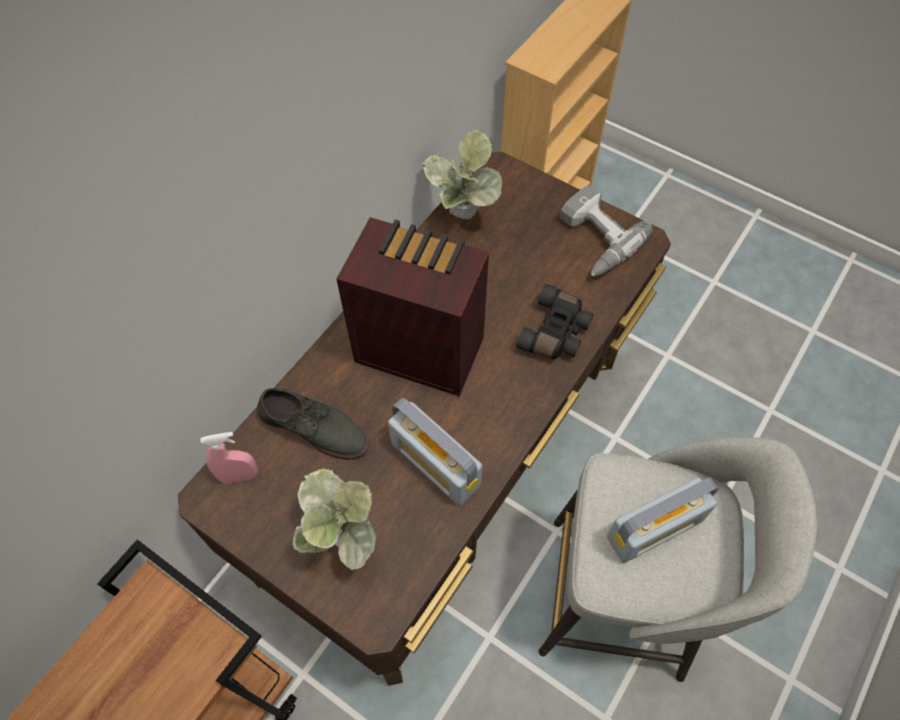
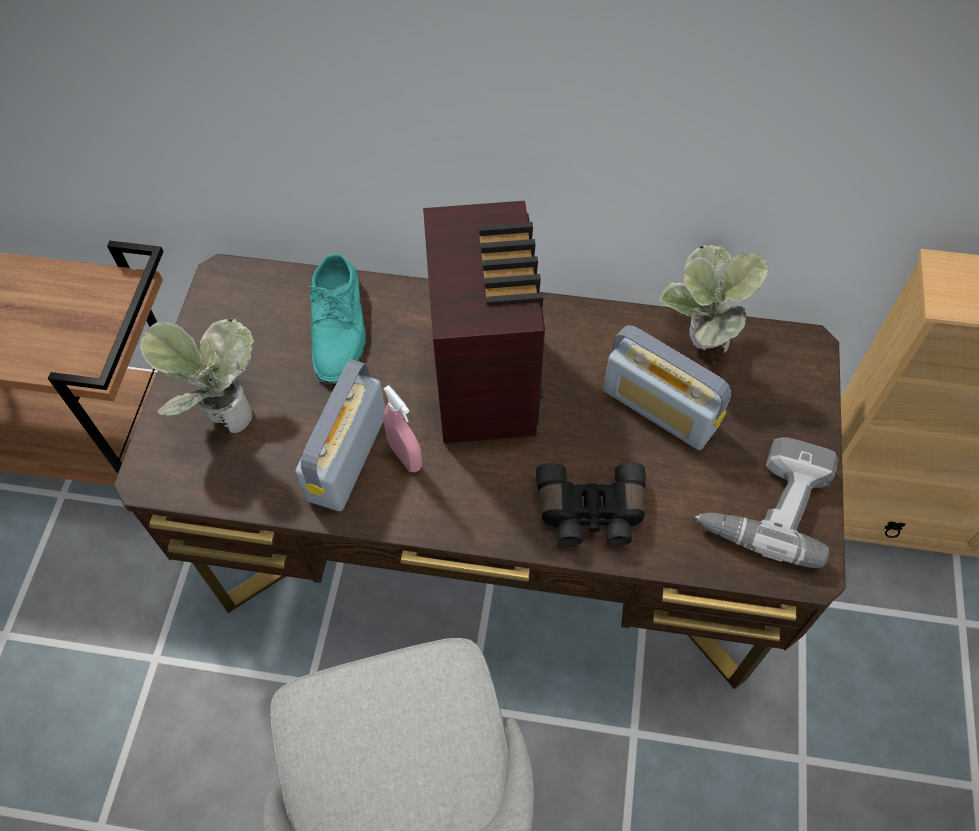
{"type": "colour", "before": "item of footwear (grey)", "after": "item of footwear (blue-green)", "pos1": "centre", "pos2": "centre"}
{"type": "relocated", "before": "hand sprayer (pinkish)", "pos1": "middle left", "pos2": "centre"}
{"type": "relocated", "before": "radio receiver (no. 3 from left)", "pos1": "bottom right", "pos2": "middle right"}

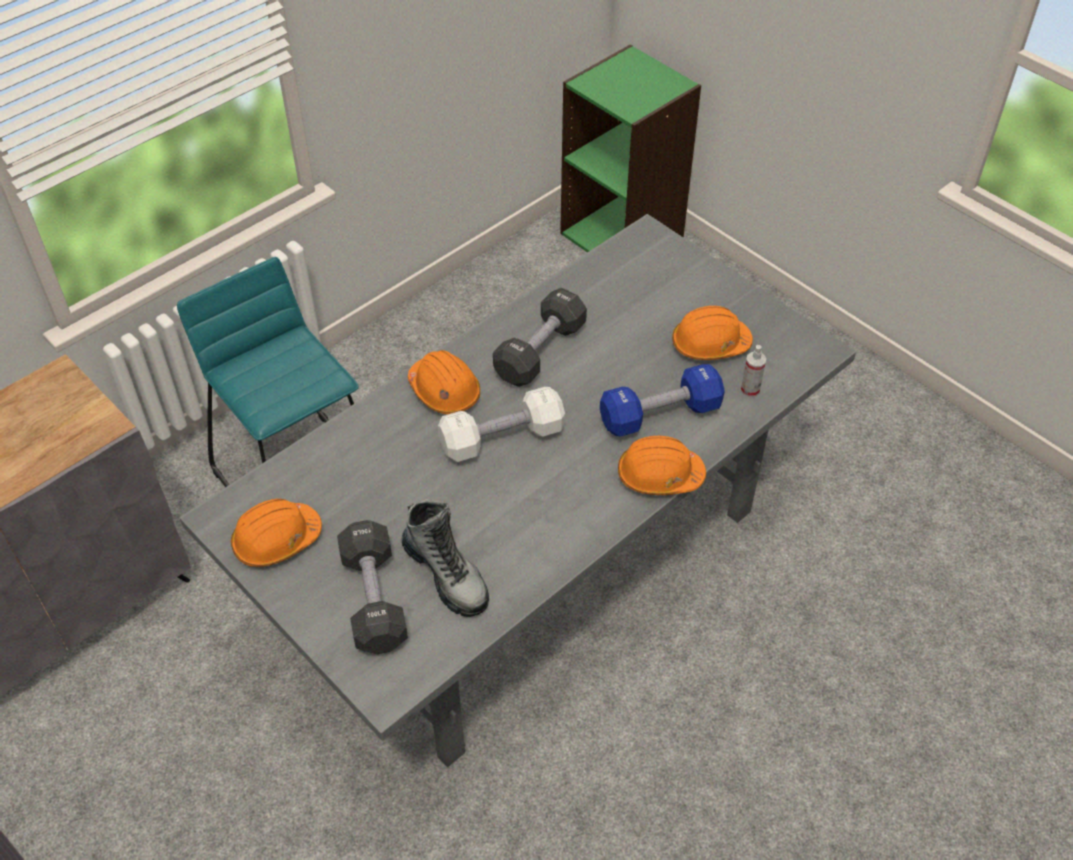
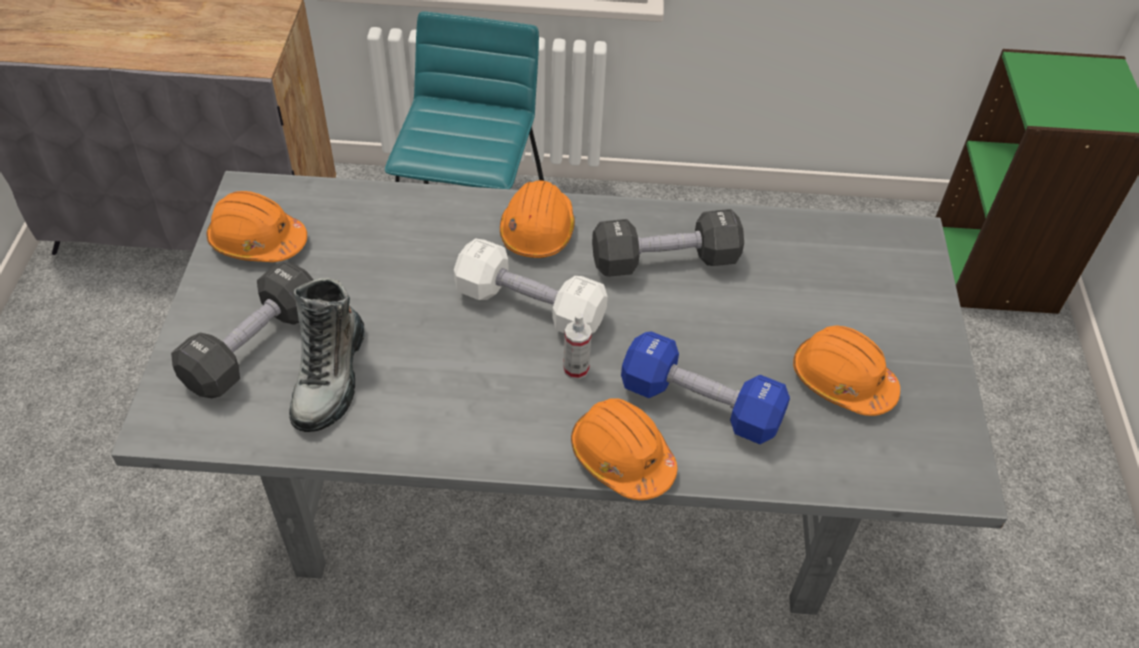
{"type": "relocated", "before": "hand sprayer", "pos1": "middle right", "pos2": "centre"}

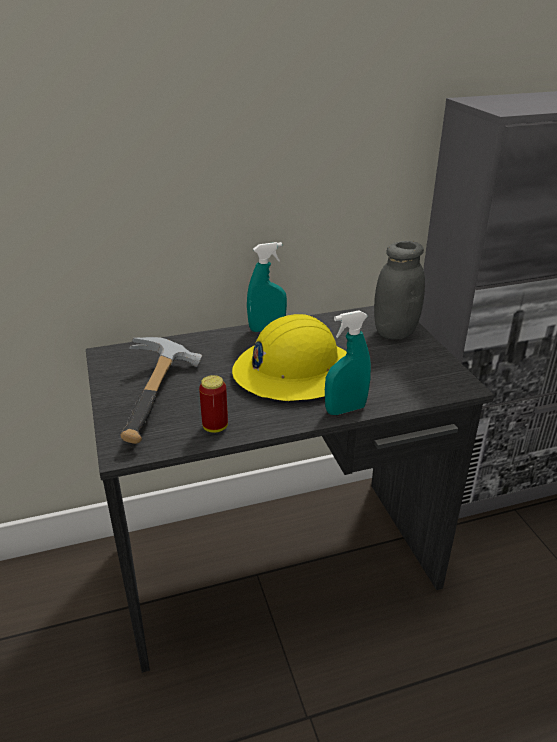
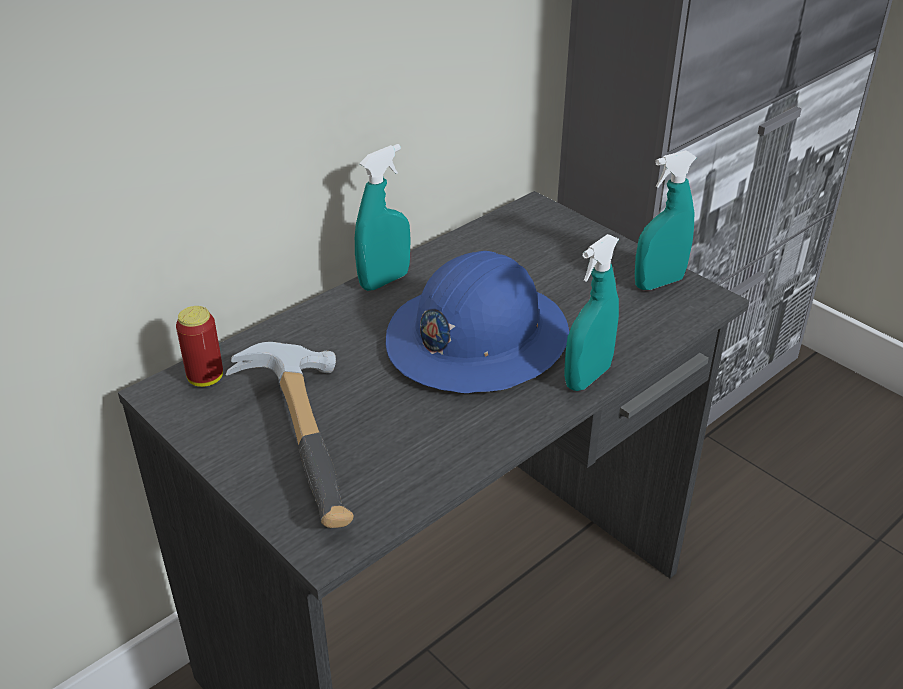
{"type": "relocated", "before": "can", "pos1": "centre", "pos2": "middle left"}
{"type": "colour", "before": "hard hat (yellow-coloured)", "after": "hard hat (bluish)", "pos1": "centre", "pos2": "centre"}
{"type": "appeared", "after": "hand sprayer (blue-green) (no. 3 from left)", "pos2": "top right"}
{"type": "missing", "before": "preserve jar (grey)", "pos1": "middle right"}

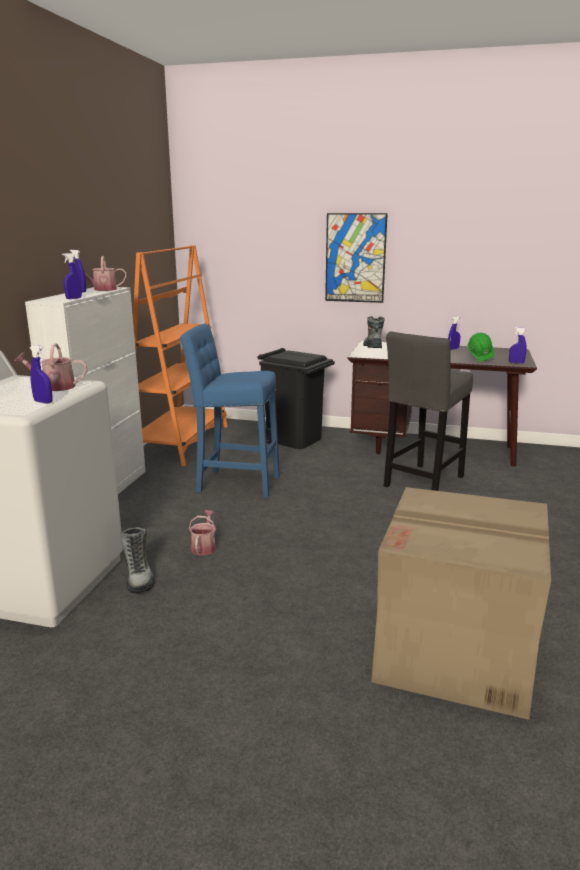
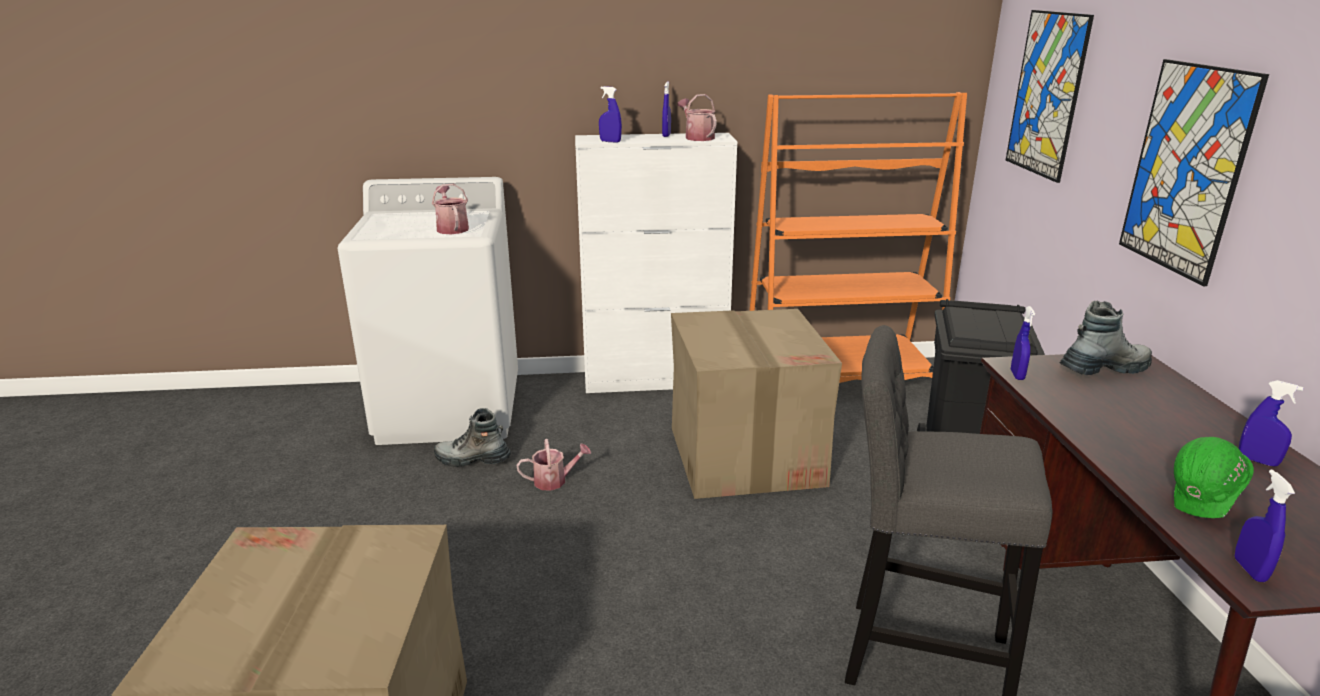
{"type": "spun", "before": "high-top boot (no. 1 from left)", "pos1": "middle left", "pos2": "centre", "turn": 45}
{"type": "exchanged", "before": "stool (bluish)", "after": "cardboard box (no. 2 from left)", "pos1": "centre", "pos2": "centre"}
{"type": "appeared", "after": "picture (no. 1 from left)", "pos2": "top right"}
{"type": "relocated", "before": "hand sprayer (bluish) (no. 1 from left in the first image)", "after": "hand sprayer (bluish) (no. 3 from left)", "pos1": "middle left", "pos2": "middle right"}

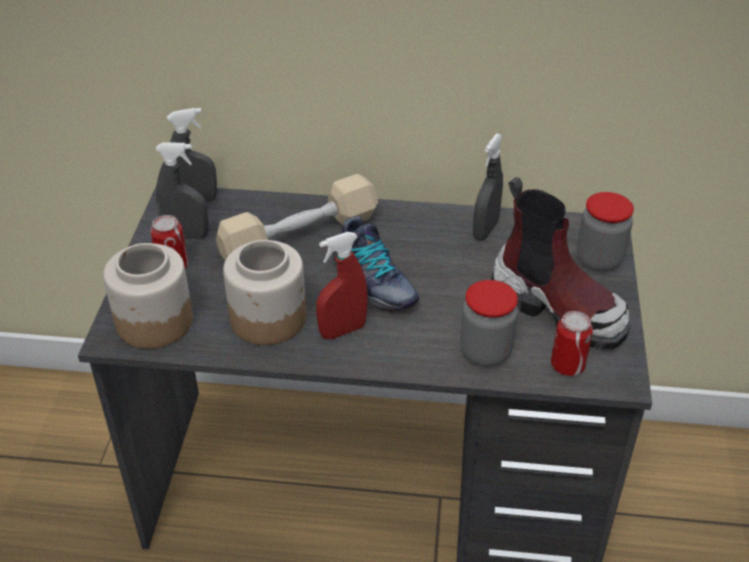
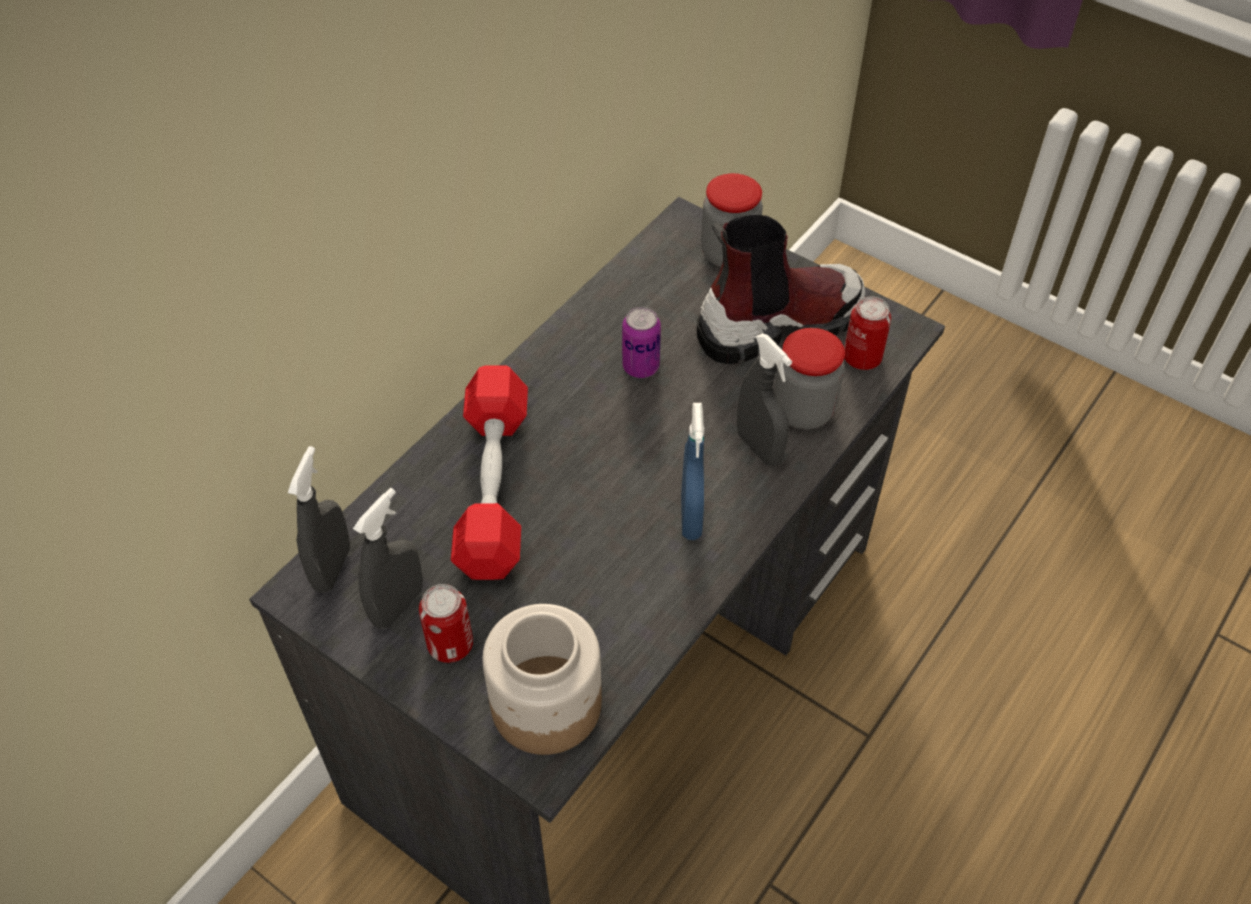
{"type": "colour", "before": "dumbbell (beige-coloured)", "after": "dumbbell (red-coloured)", "pos1": "centre", "pos2": "centre"}
{"type": "appeared", "after": "can (no. 2 from left)", "pos2": "centre"}
{"type": "colour", "before": "hand sprayer (red-coloured)", "after": "hand sprayer (bluish)", "pos1": "centre", "pos2": "centre"}
{"type": "relocated", "before": "hand sprayer (grey) (no. 3 from left)", "pos1": "top centre", "pos2": "centre"}
{"type": "missing", "before": "preserve jar (no. 2 from left)", "pos1": "centre"}
{"type": "missing", "before": "item of footwear", "pos1": "centre"}

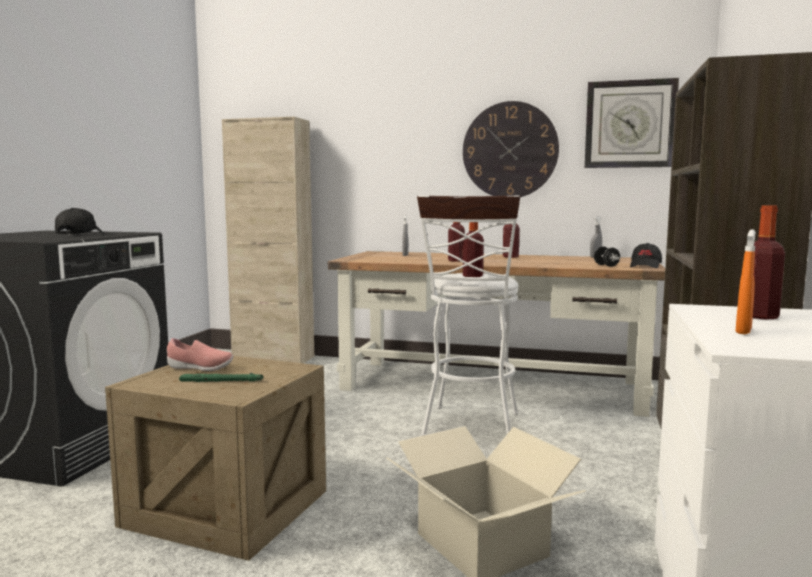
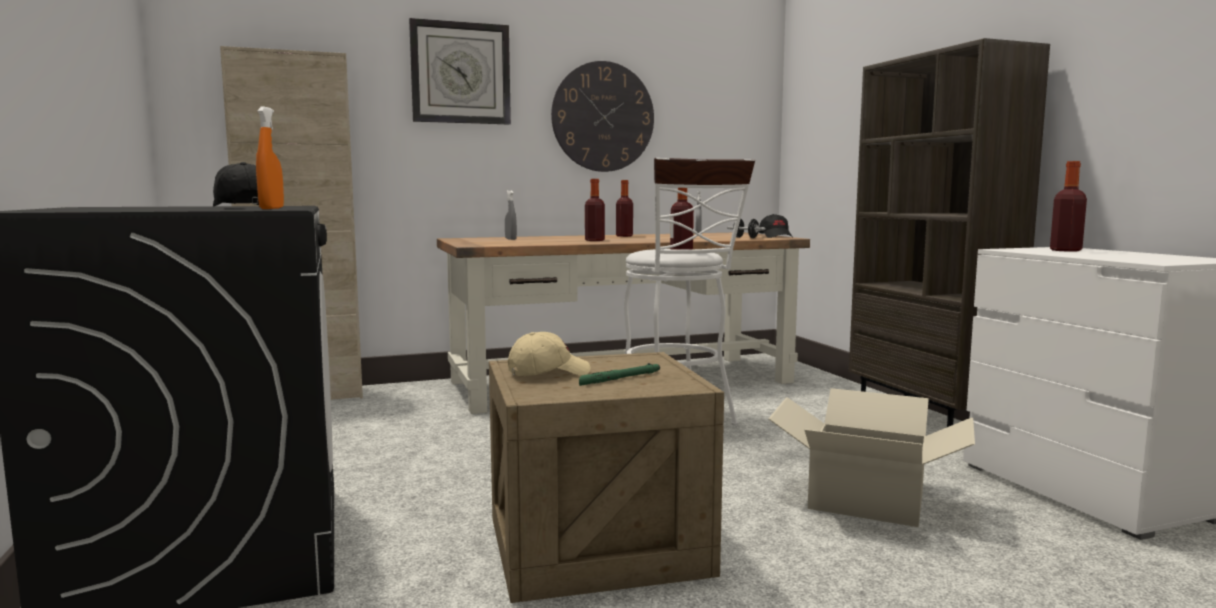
{"type": "relocated", "before": "hand sprayer (orangey)", "pos1": "middle right", "pos2": "top left"}
{"type": "relocated", "before": "clock on the wall (no. 2 from left in the first image)", "after": "clock on the wall (no. 1 from left)", "pos1": "top right", "pos2": "top centre"}
{"type": "exchanged", "before": "item of footwear (pinkish)", "after": "peaked cap (beige-coloured)", "pos1": "middle left", "pos2": "centre"}

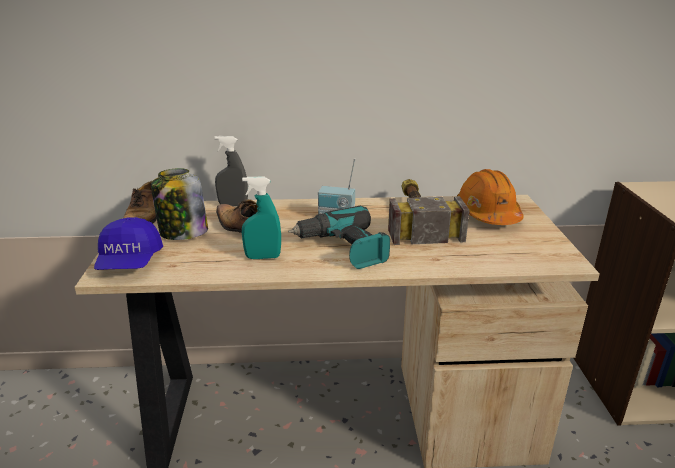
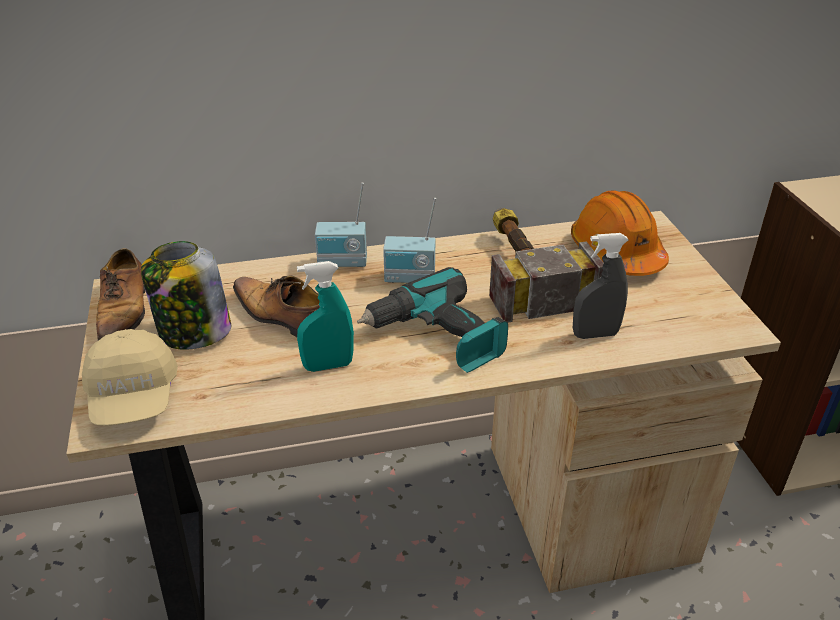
{"type": "colour", "before": "peaked cap (bluish)", "after": "peaked cap (beige-coloured)", "pos1": "middle left", "pos2": "middle left"}
{"type": "appeared", "after": "radio receiver (no. 1 from left)", "pos2": "centre"}
{"type": "relocated", "before": "hand sprayer (grey)", "pos1": "centre", "pos2": "middle right"}

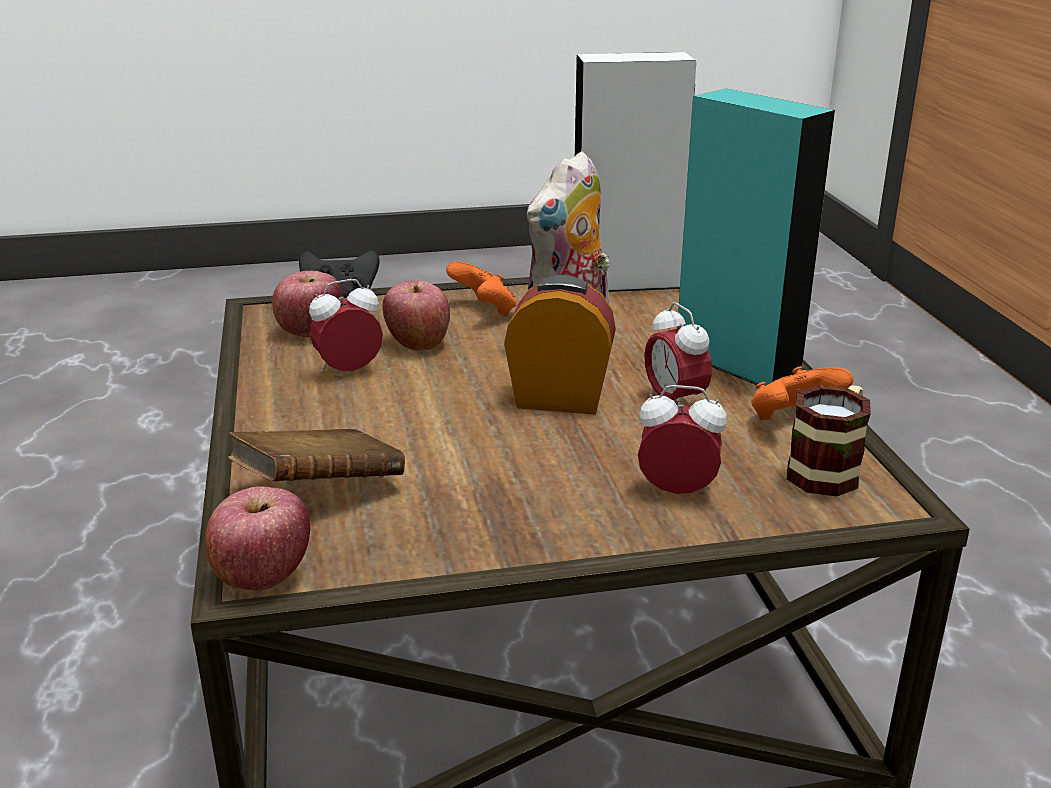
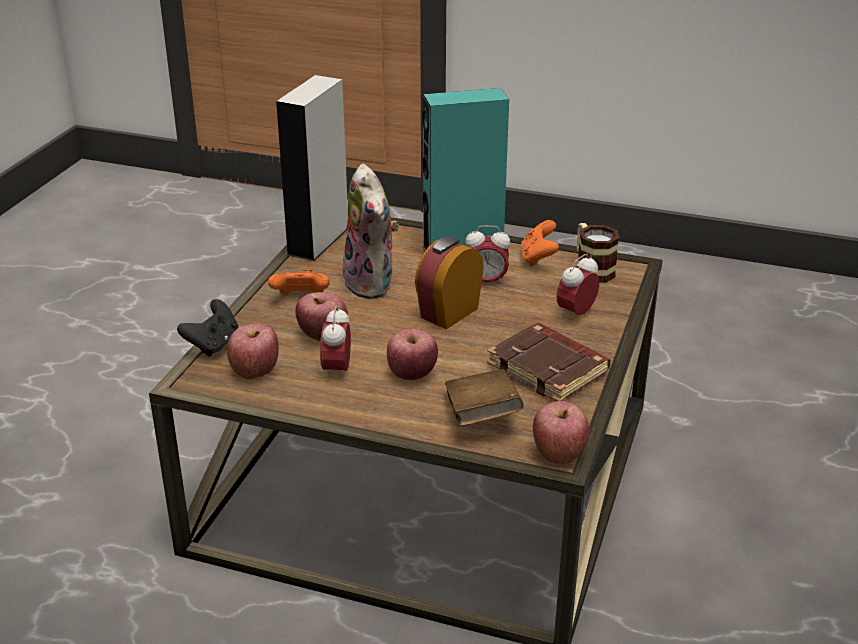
{"type": "appeared", "after": "apple (no. 3 from left)", "pos2": "centre"}
{"type": "appeared", "after": "volume (brown) (no. 2 from left)", "pos2": "centre"}

